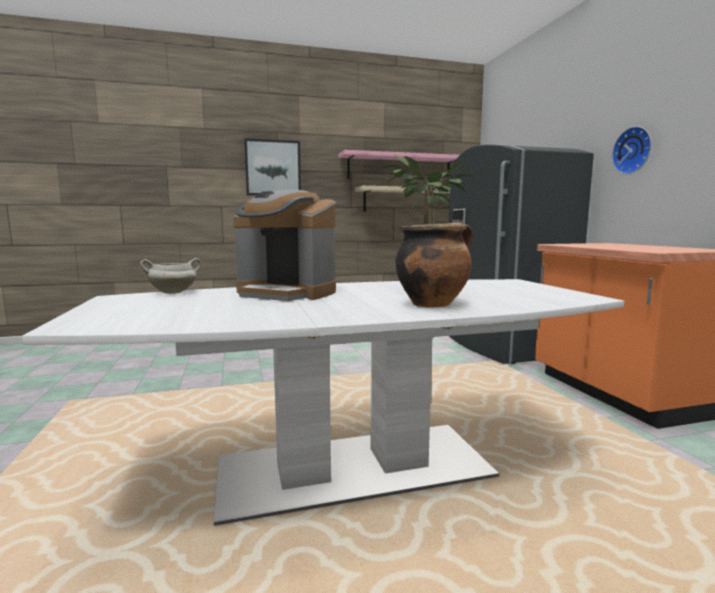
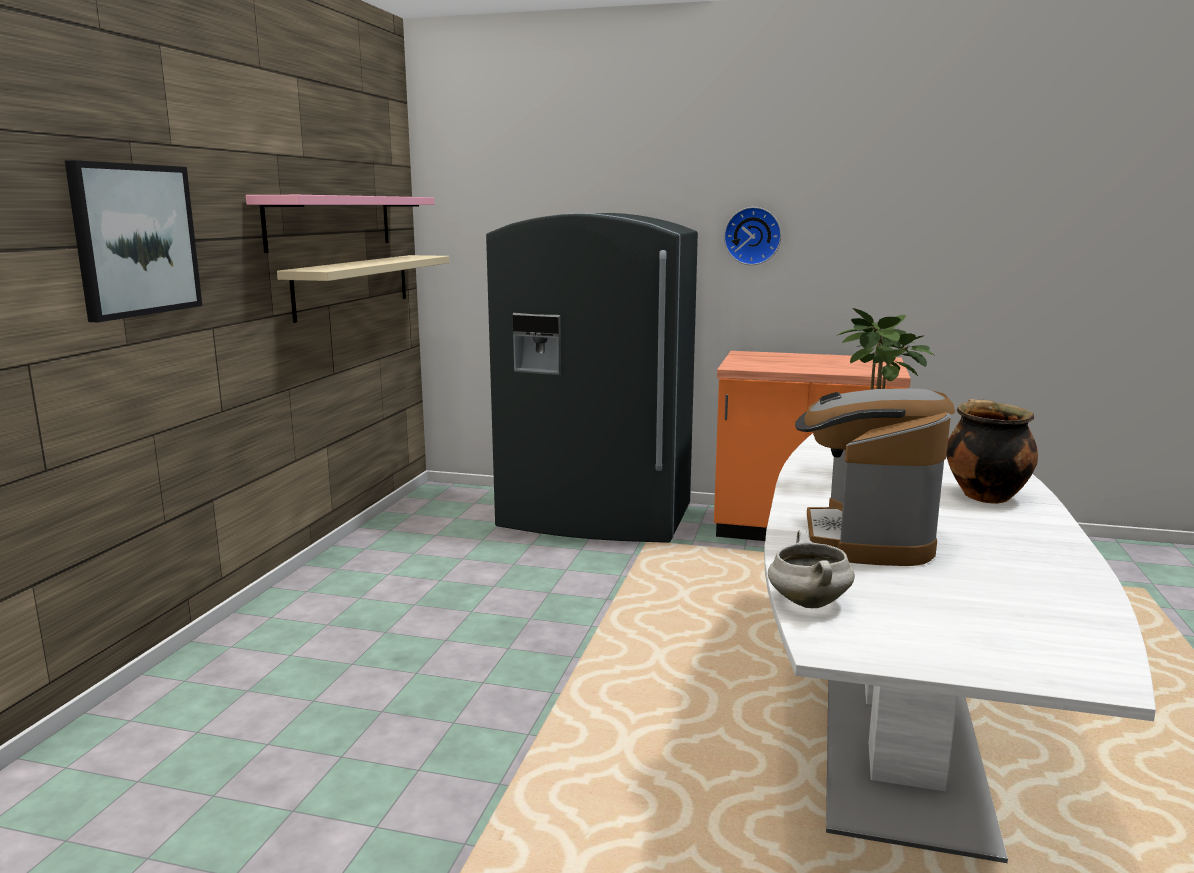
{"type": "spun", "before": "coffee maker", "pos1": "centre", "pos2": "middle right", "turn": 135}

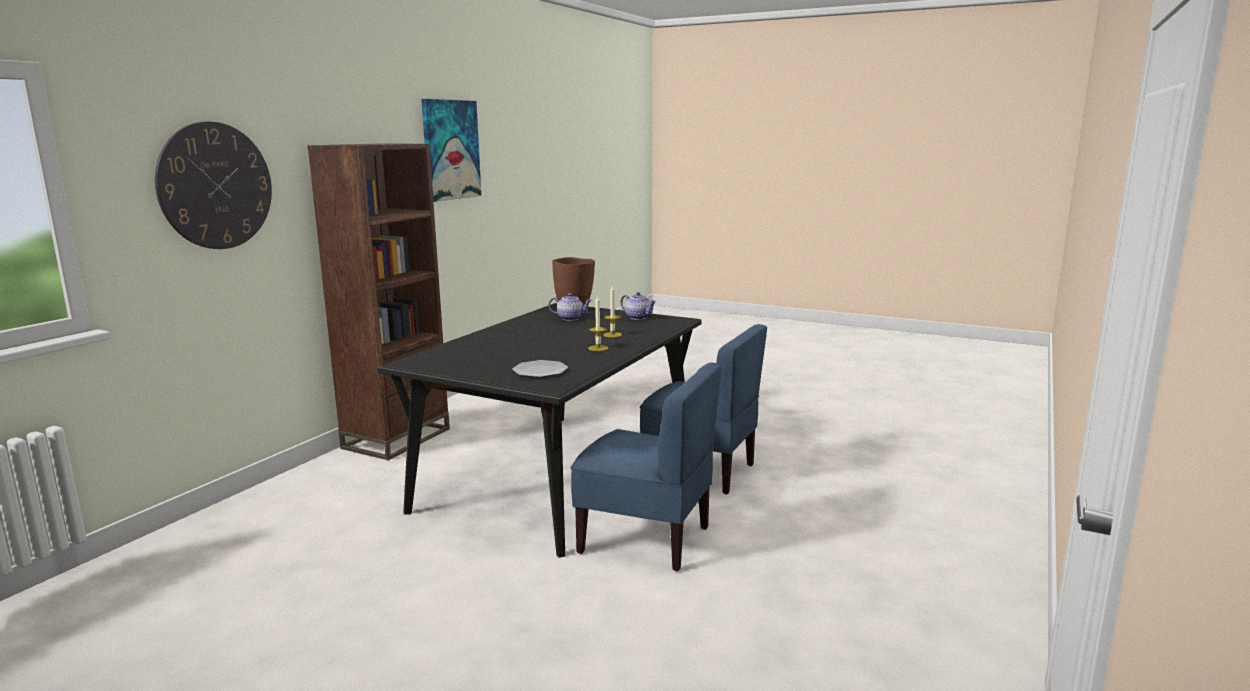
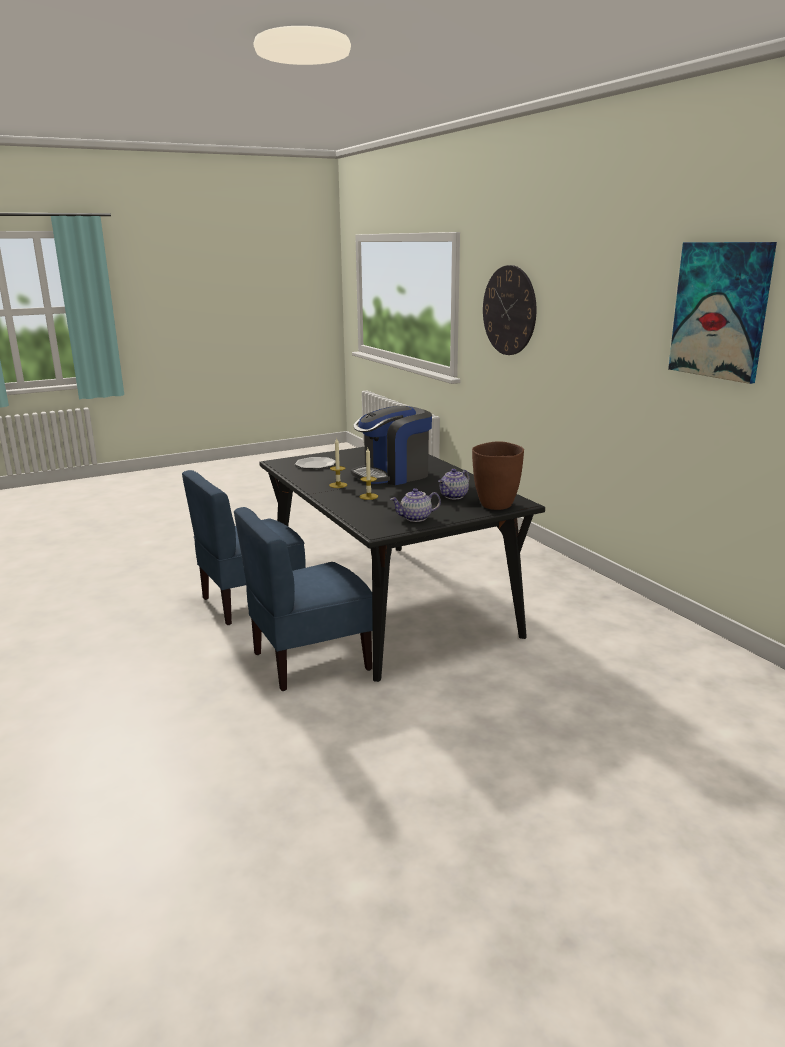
{"type": "appeared", "after": "coffee maker", "pos2": "centre"}
{"type": "missing", "before": "bookcase (brown)", "pos1": "middle left"}

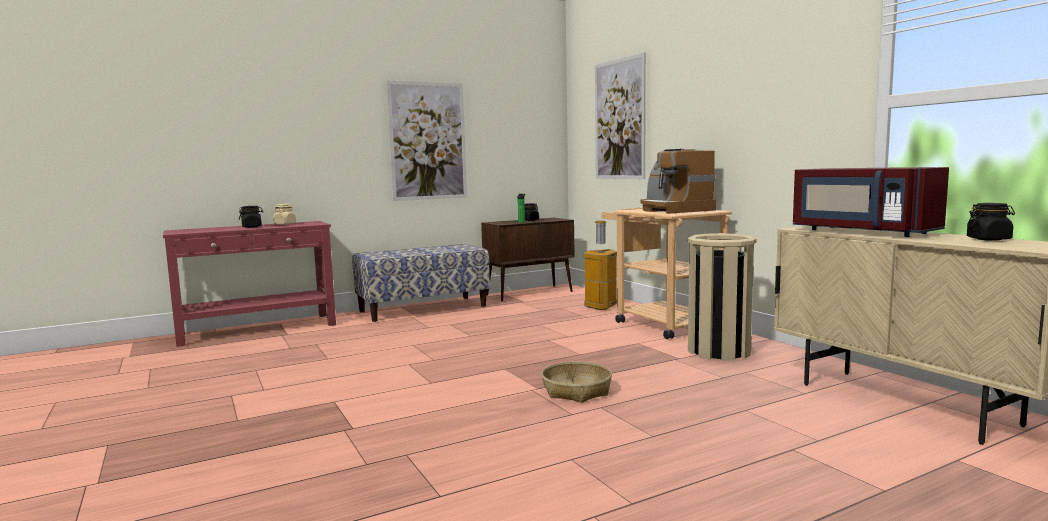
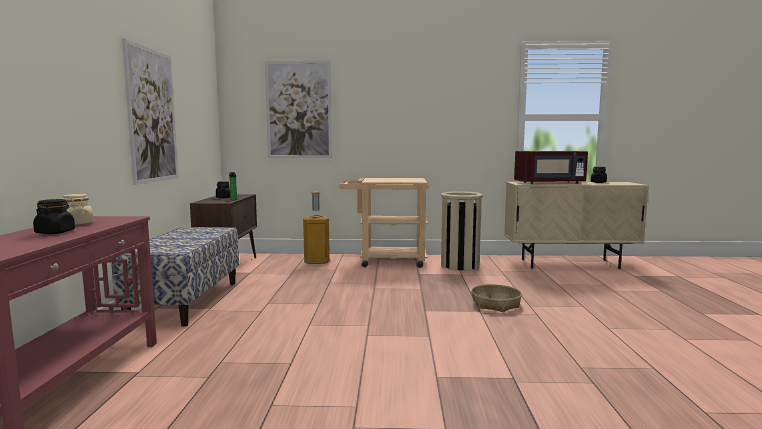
{"type": "missing", "before": "coffee maker", "pos1": "centre"}

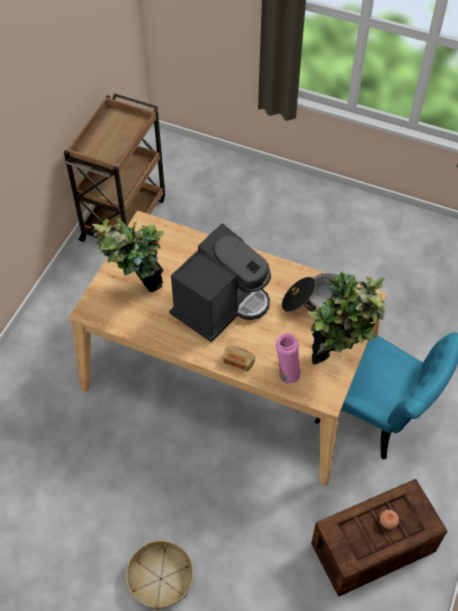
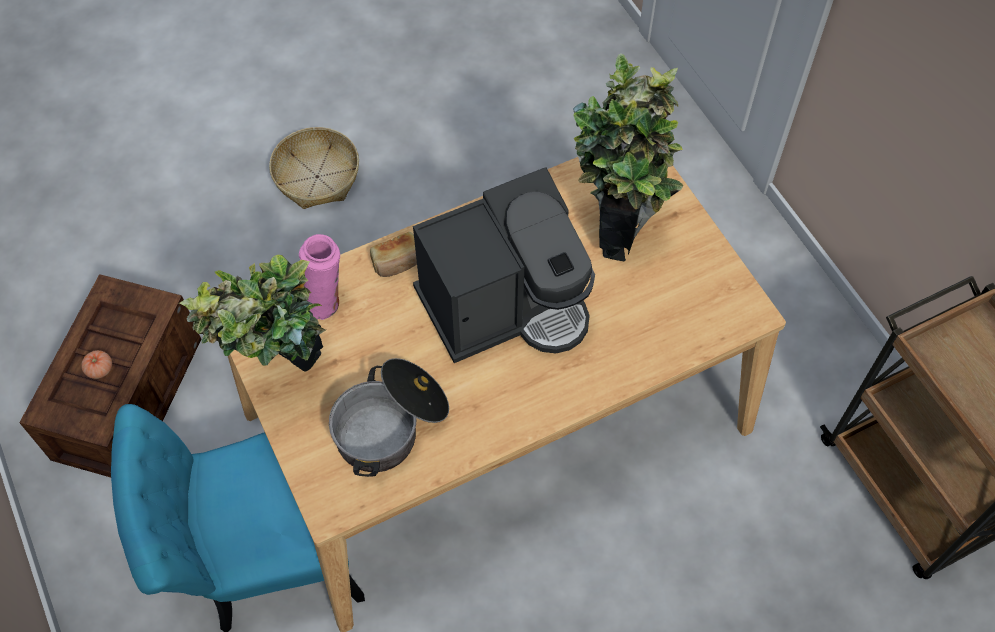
{"type": "spun", "before": "coffee maker", "pos1": "centre", "pos2": "centre", "turn": -105}

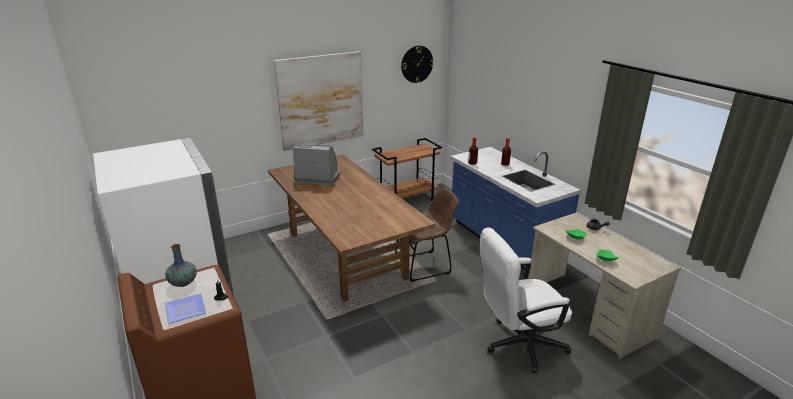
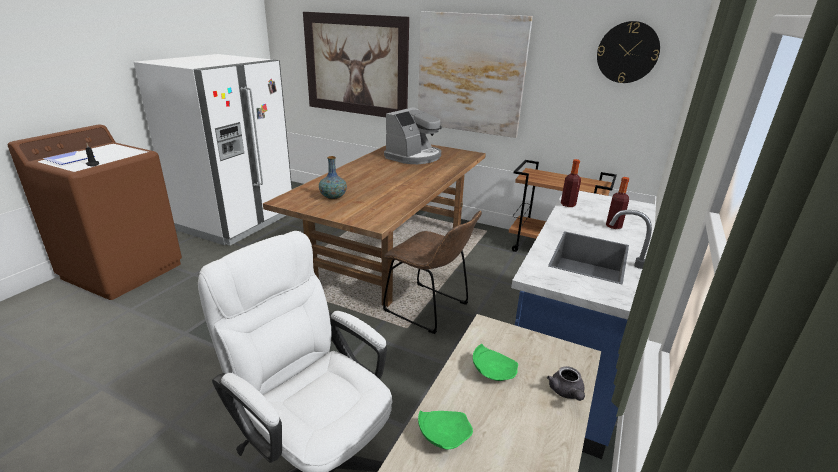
{"type": "appeared", "after": "picture (no. 1 from left)", "pos2": "top centre"}
{"type": "relocated", "before": "decorative vase", "pos1": "middle left", "pos2": "centre"}
{"type": "spun", "before": "coffee maker", "pos1": "centre", "pos2": "top centre", "turn": 60}

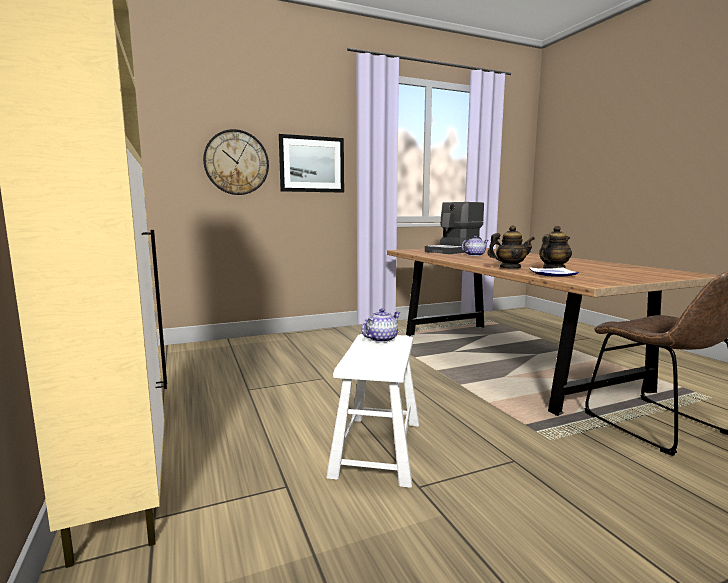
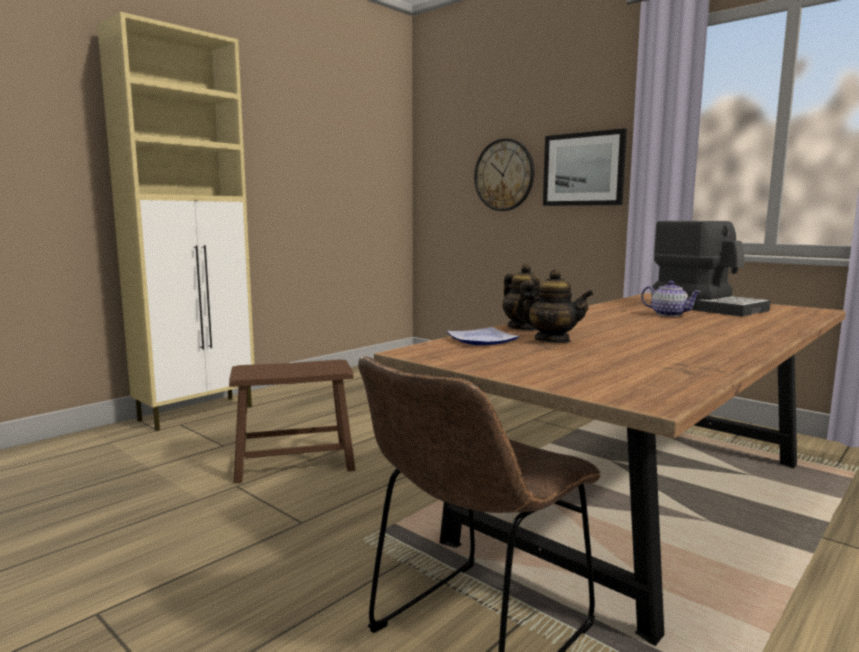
{"type": "colour", "before": "stool (white)", "after": "stool (brown)", "pos1": "bottom centre", "pos2": "centre"}
{"type": "spun", "before": "coffee maker", "pos1": "centre", "pos2": "middle right", "turn": -150}
{"type": "missing", "before": "pot for tea (no. 1 from left)", "pos1": "centre"}

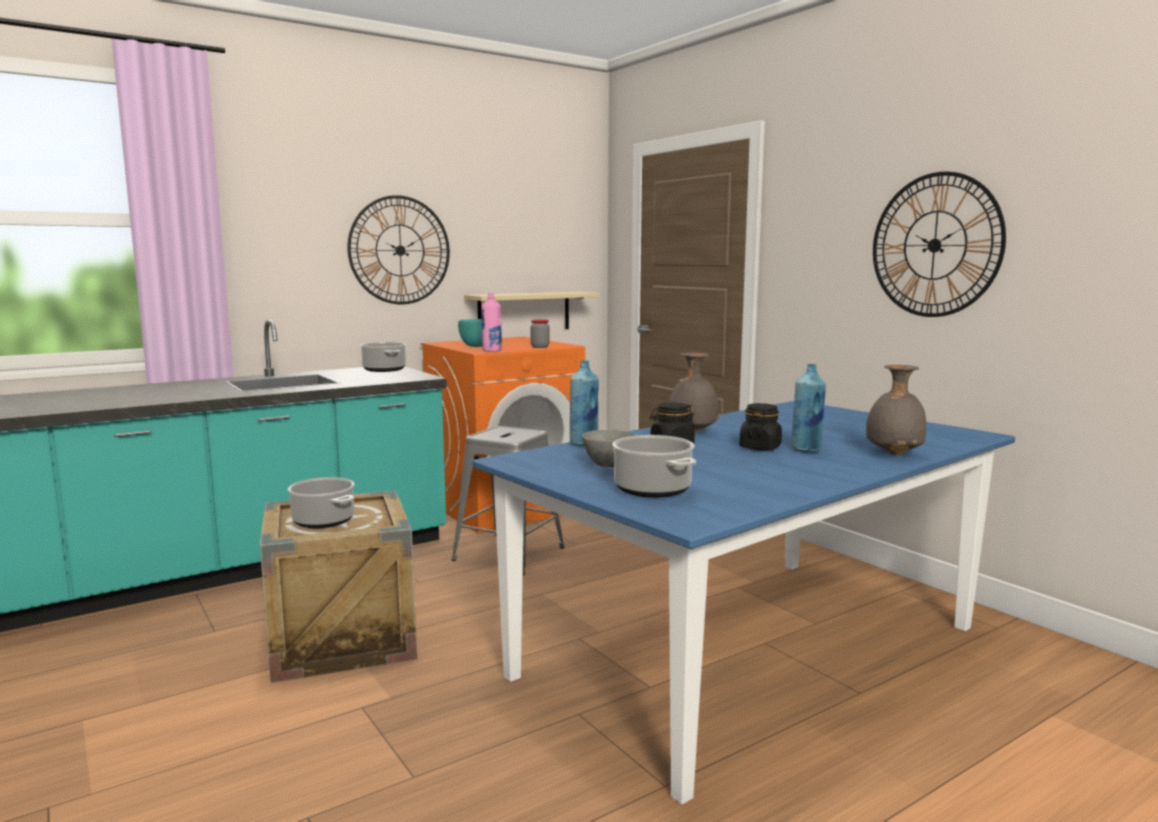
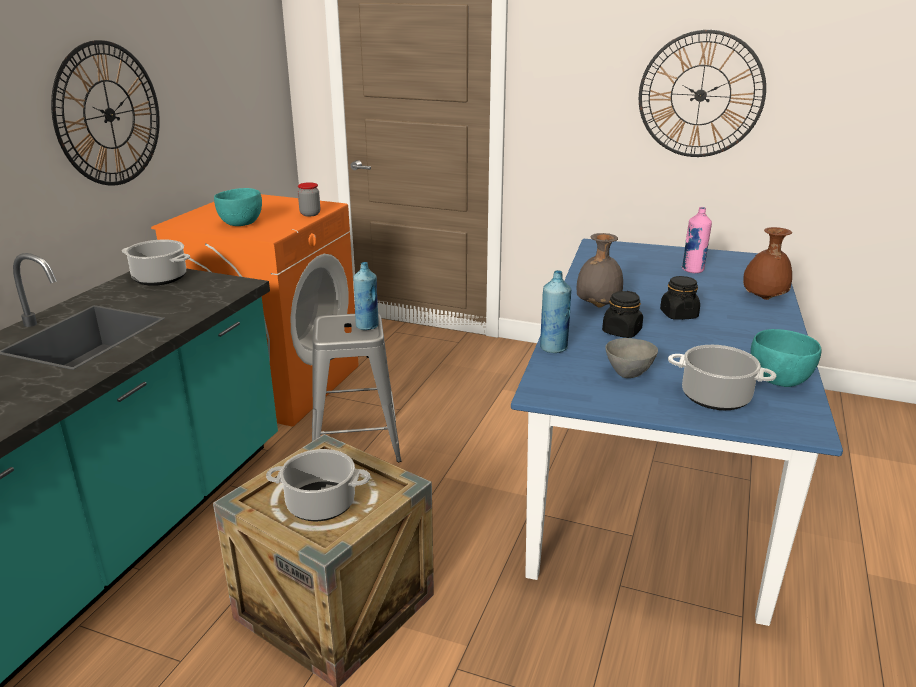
{"type": "relocated", "before": "beverage bottle (bluish) (no. 2 from left in the first image)", "after": "beverage bottle (bluish) (no. 1 from left)", "pos1": "middle right", "pos2": "centre"}
{"type": "relocated", "before": "beverage bottle (pinkish)", "pos1": "centre", "pos2": "middle right"}
{"type": "colour", "before": "decorative vase (grey) (no. 2 from left)", "after": "decorative vase (brown)", "pos1": "middle right", "pos2": "middle right"}
{"type": "appeared", "after": "bowl (blue-green) (no. 2 from left)", "pos2": "middle right"}
{"type": "missing", "before": "bracket shelf (beige-coloured)", "pos1": "centre"}

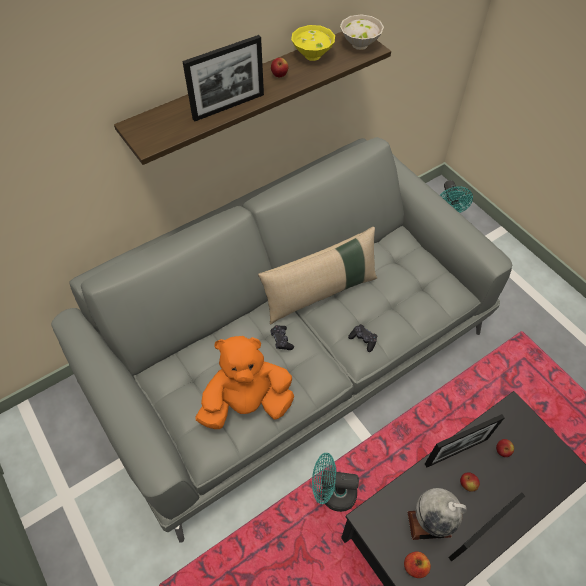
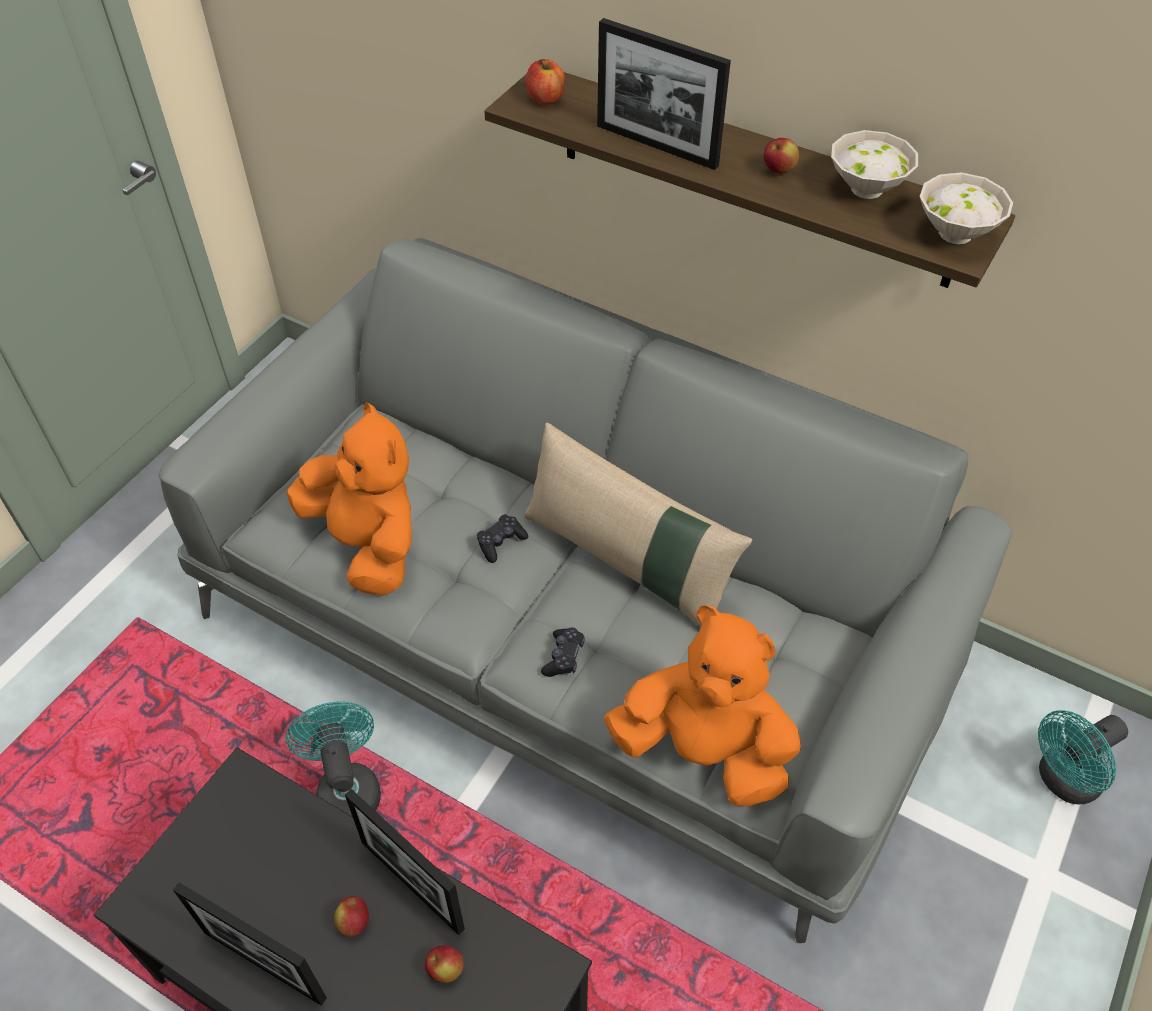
{"type": "relocated", "before": "apple (no. 2 from left in the first image)", "after": "apple (no. 3 from left)", "pos1": "bottom right", "pos2": "top centre"}
{"type": "appeared", "after": "cuddly toy (orangey) (no. 2 from left)", "pos2": "bottom centre"}
{"type": "colour", "before": "bowl (yellow-coloured)", "after": "bowl (white) (no. 1 from left)", "pos1": "top centre", "pos2": "top right"}
{"type": "missing", "before": "globe", "pos1": "bottom right"}

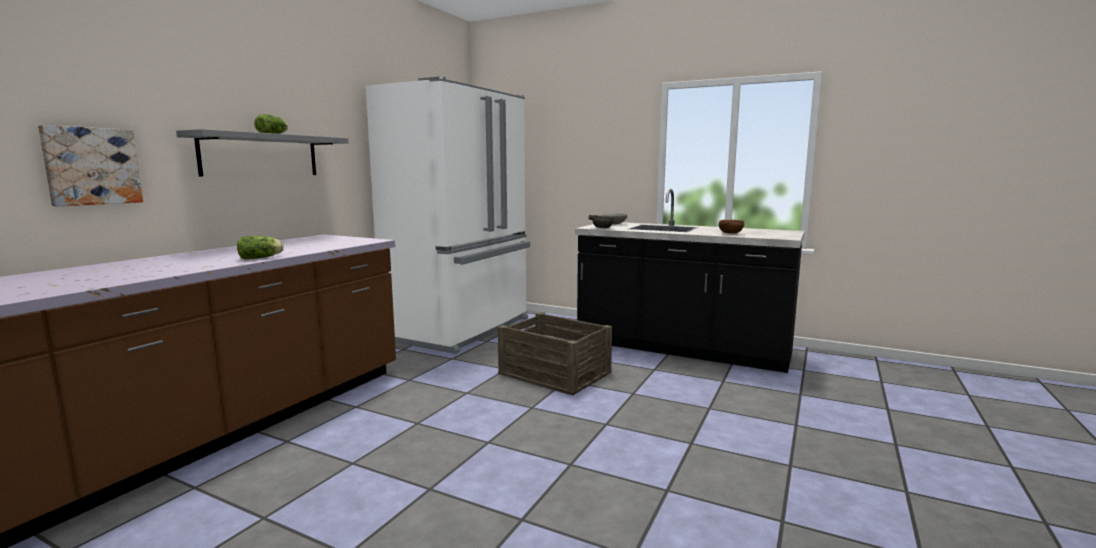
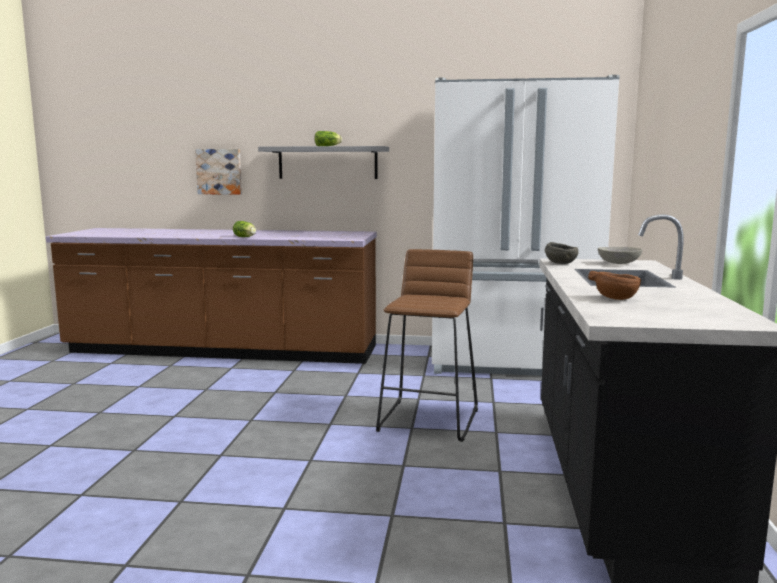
{"type": "exchanged", "before": "crate", "after": "stool (brown)", "pos1": "centre", "pos2": "centre"}

